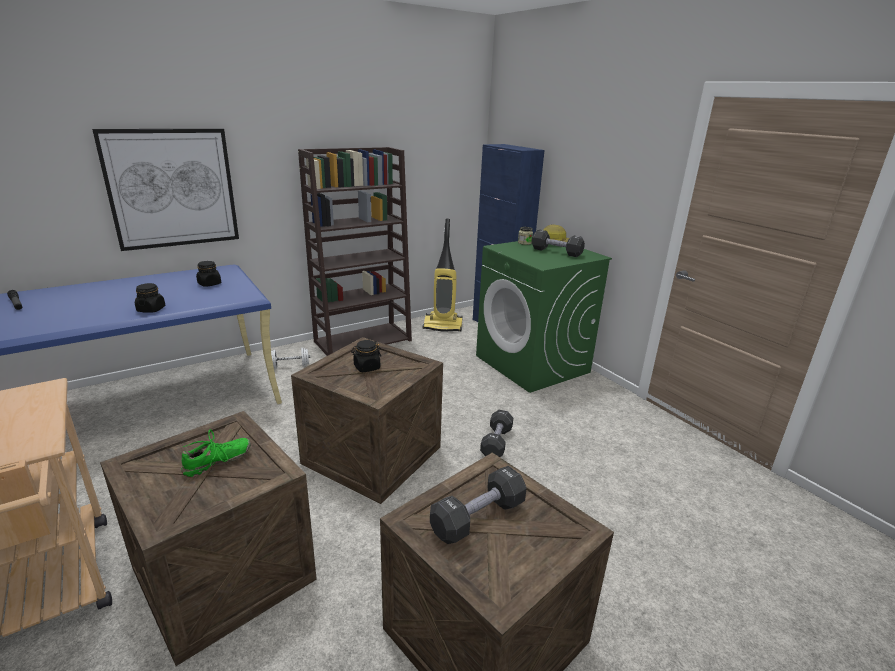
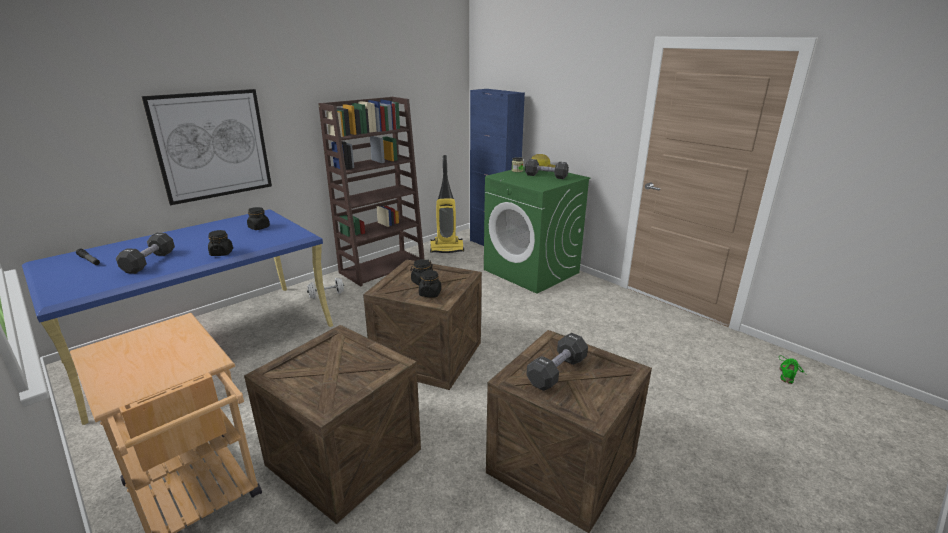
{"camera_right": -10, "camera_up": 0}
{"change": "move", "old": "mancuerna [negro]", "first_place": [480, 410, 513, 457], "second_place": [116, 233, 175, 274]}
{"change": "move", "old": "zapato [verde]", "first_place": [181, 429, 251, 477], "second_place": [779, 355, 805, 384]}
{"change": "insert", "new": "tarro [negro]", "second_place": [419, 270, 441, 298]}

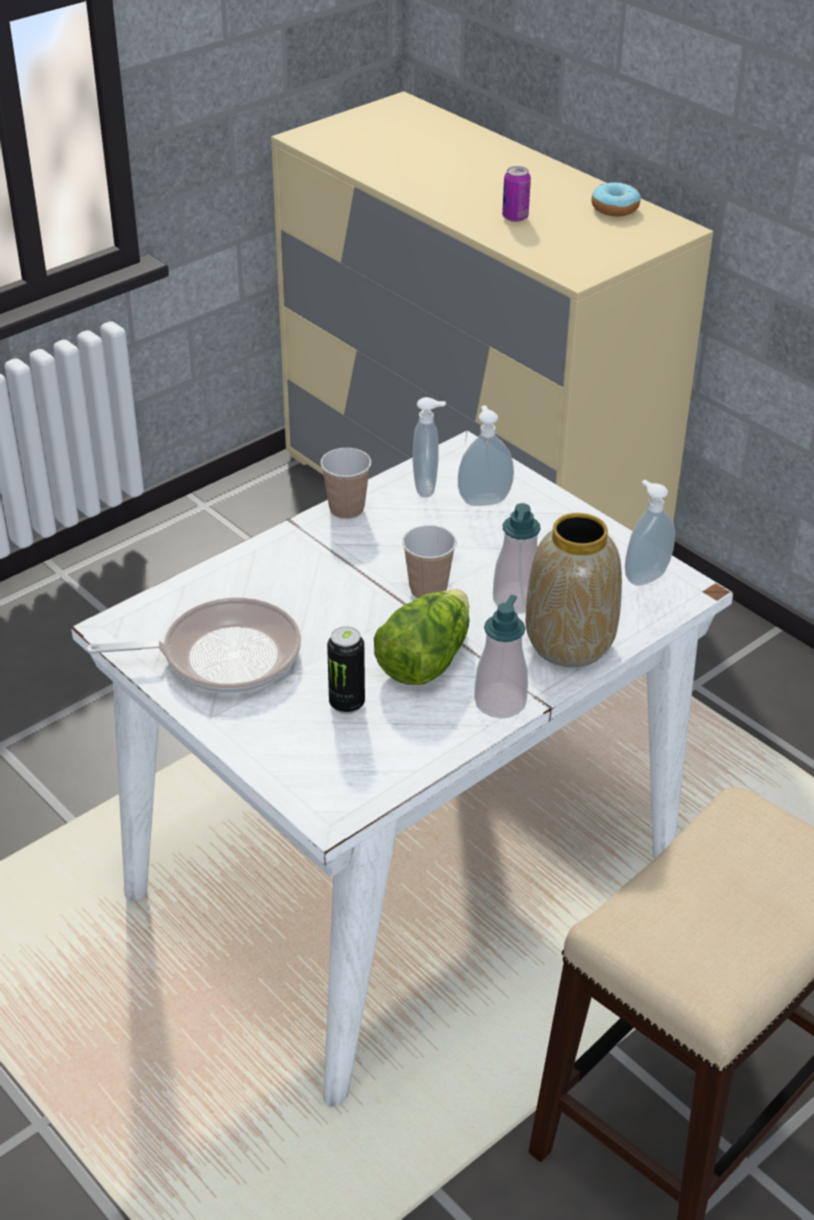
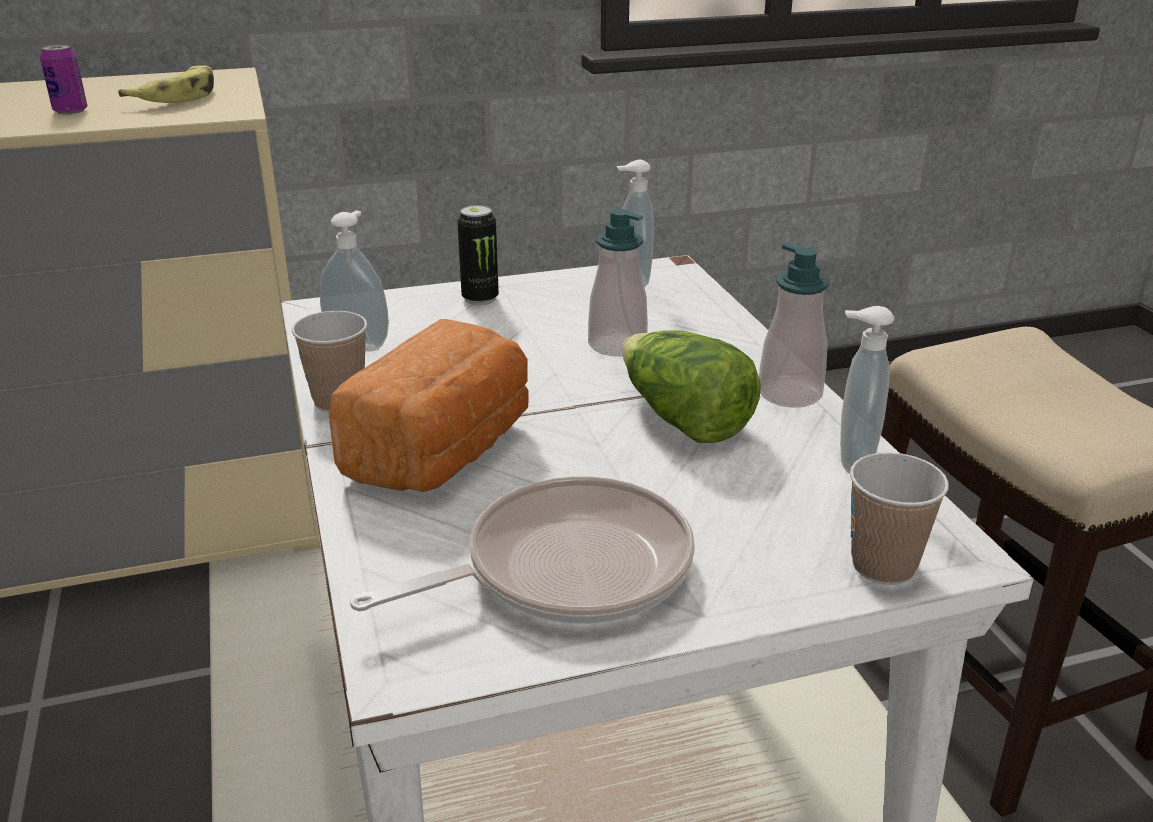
{"camera_right": -65, "camera_up": -10}
{"change": "delete", "old": "rosquilla", "first_place": [591, 182, 641, 216]}
{"change": "move", "old": "dispensador de jabón", "first_place": [458, 405, 514, 506], "second_place": [840, 306, 895, 474]}
{"change": "delete", "old": "florero", "first_place": [526, 513, 622, 667]}
{"change": "move", "old": "taza", "first_place": [402, 525, 456, 598], "second_place": [850, 452, 949, 585]}
{"change": "rotate", "old": "sartén", "first_place": [86, 598, 301, 693], "second_place": [350, 476, 695, 624], "degrees": 45}
{"change": "move", "old": "lata", "first_place": [327, 626, 365, 714], "second_place": [457, 205, 499, 305]}
{"change": "insert", "new": "plátano", "second_place": [118, 65, 214, 103]}
{"change": "insert", "new": "pan", "second_place": [329, 319, 529, 492]}

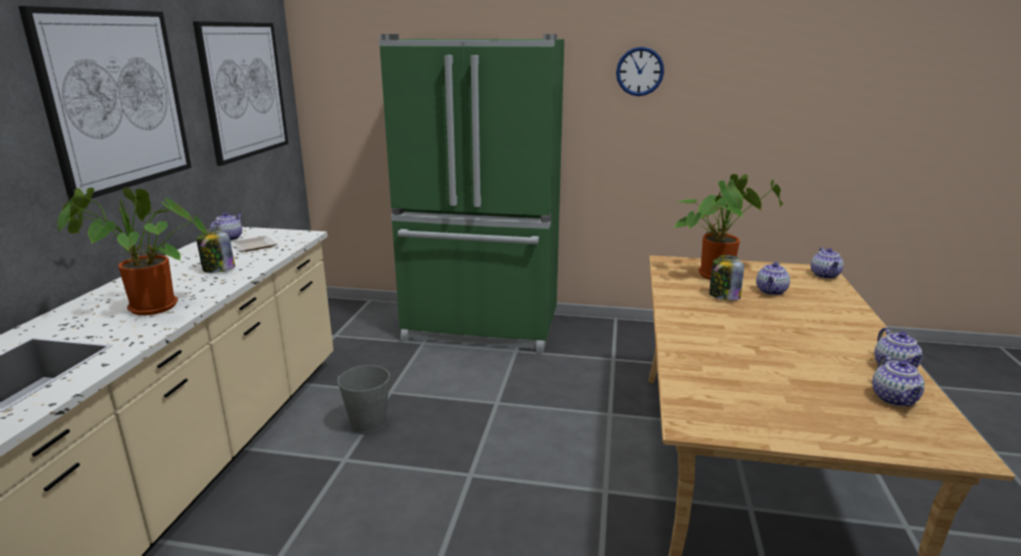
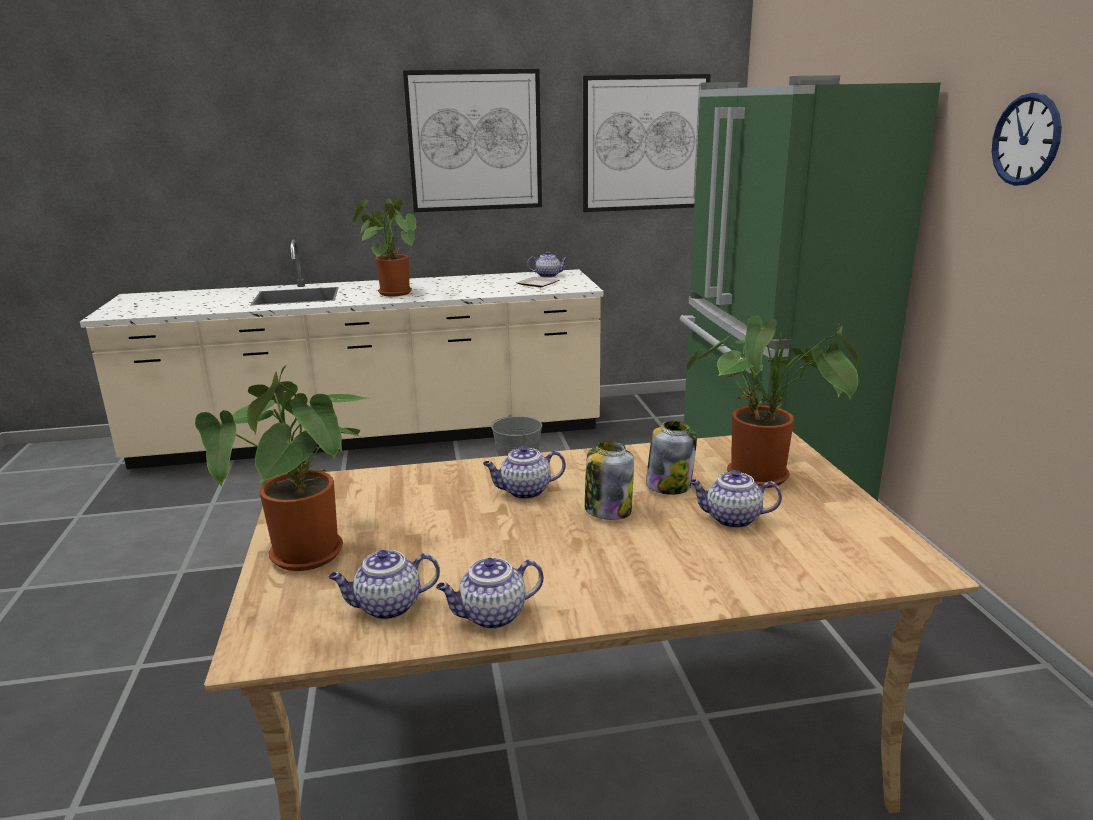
{"camera_right": 70, "camera_up": 0}
{"change": "move", "old": "tarro", "first_place": [196, 228, 235, 273], "second_place": [585, 441, 634, 520]}
{"change": "move", "old": "tetera", "first_place": [811, 247, 844, 279], "second_place": [483, 446, 566, 499]}
{"change": "insert", "new": "planta en maceta", "second_place": [195, 365, 367, 571]}

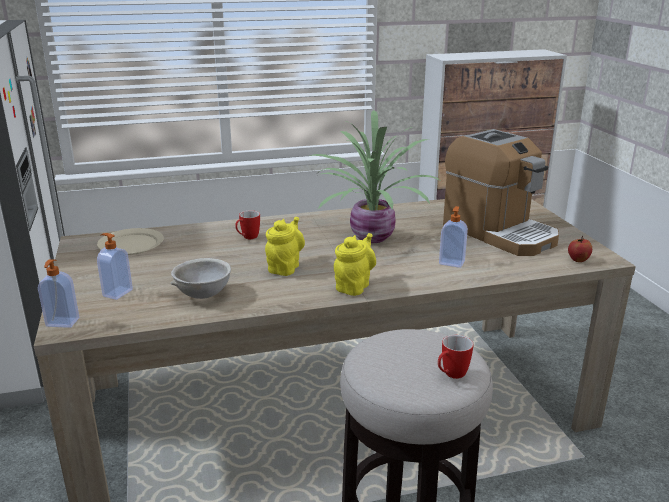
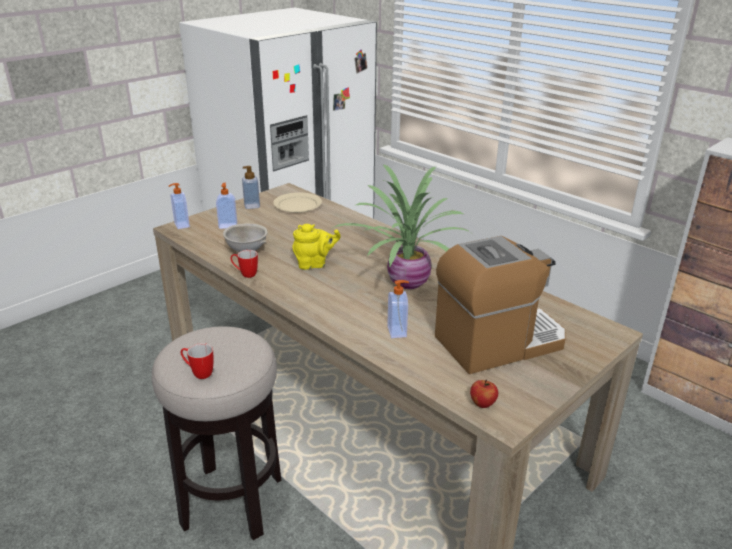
{"camera_right": 60, "camera_up": 5}
{"change": "rotate", "old": "cafetera", "first_place": [443, 129, 559, 256], "second_place": [435, 236, 566, 374], "degrees": -135}
{"change": "move", "old": "taza grande", "first_place": [235, 211, 260, 239], "second_place": [230, 250, 258, 278]}
{"change": "delete", "old": "tetera [amarillo]", "first_place": [334, 233, 376, 296]}
{"change": "insert", "new": "dispensador de jabón", "second_place": [242, 166, 260, 209]}

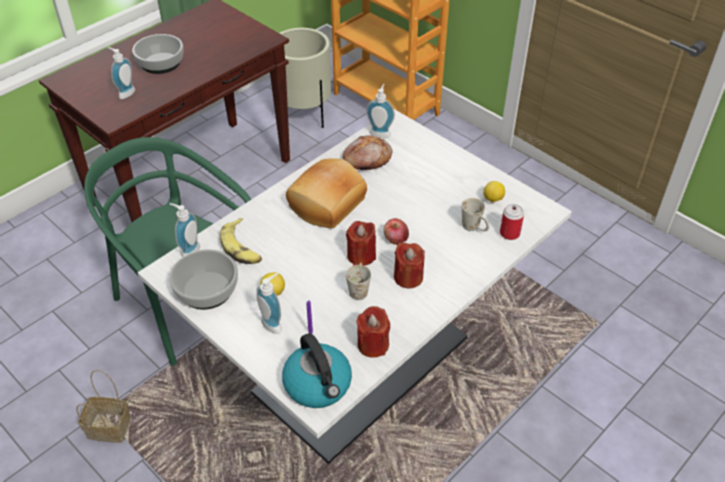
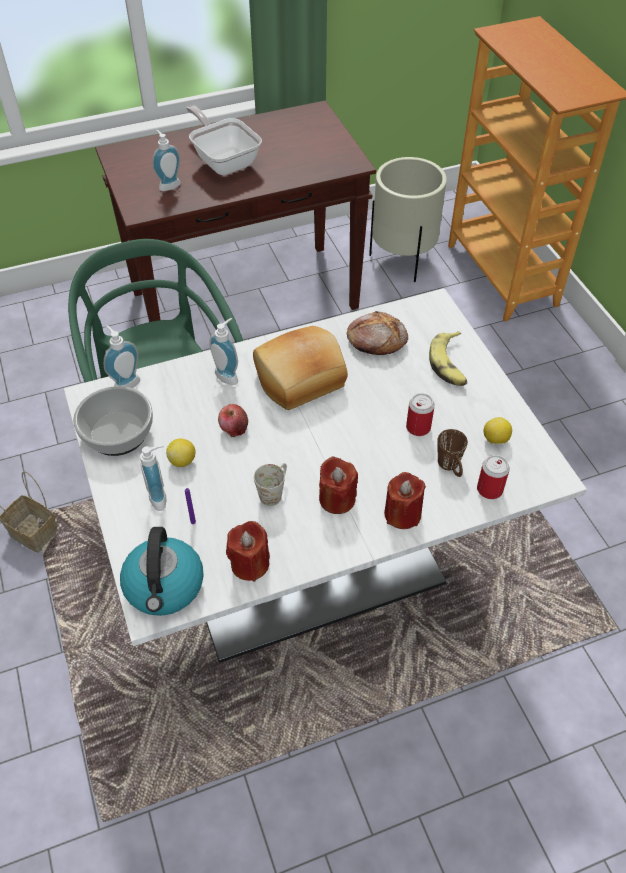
{"camera_right": 25, "camera_up": 5}
{"change": "replace", "old": "cuenco", "new": "sartén", "first_place": [132, 34, 184, 74], "second_place": [186, 105, 262, 175]}
{"change": "move", "old": "dispensador de jabón", "first_place": [366, 84, 395, 138], "second_place": [209, 318, 238, 385]}
{"change": "recolor", "old": "taza grande [blanco]", "new": "taza grande [marrón]", "first_place": [461, 198, 489, 231], "second_place": [437, 429, 468, 477]}
{"change": "move", "old": "plátano", "first_place": [220, 218, 262, 264], "second_place": [429, 331, 467, 386]}
{"change": "move", "old": "manzana", "first_place": [384, 218, 409, 245], "second_place": [218, 404, 248, 437]}
{"change": "move", "old": "vela [rojo]", "first_place": [346, 221, 376, 266], "second_place": [384, 472, 426, 529]}
{"change": "insert", "new": "lata", "second_place": [406, 393, 435, 436]}

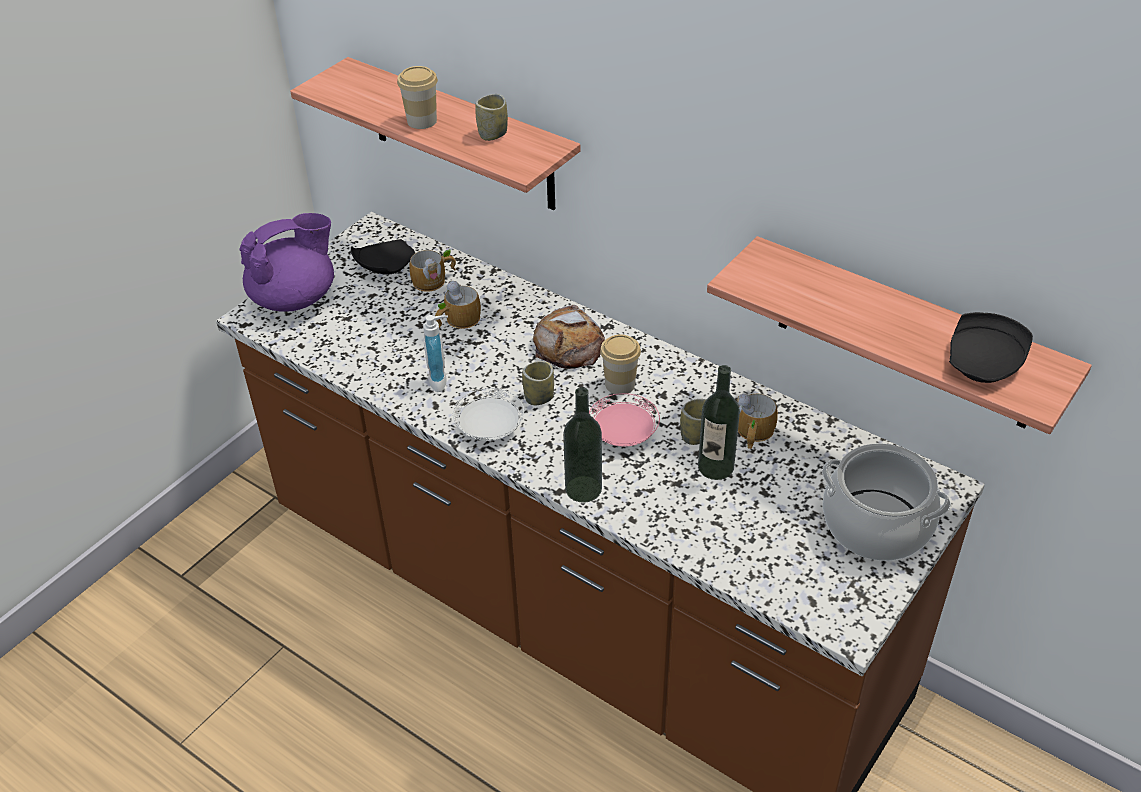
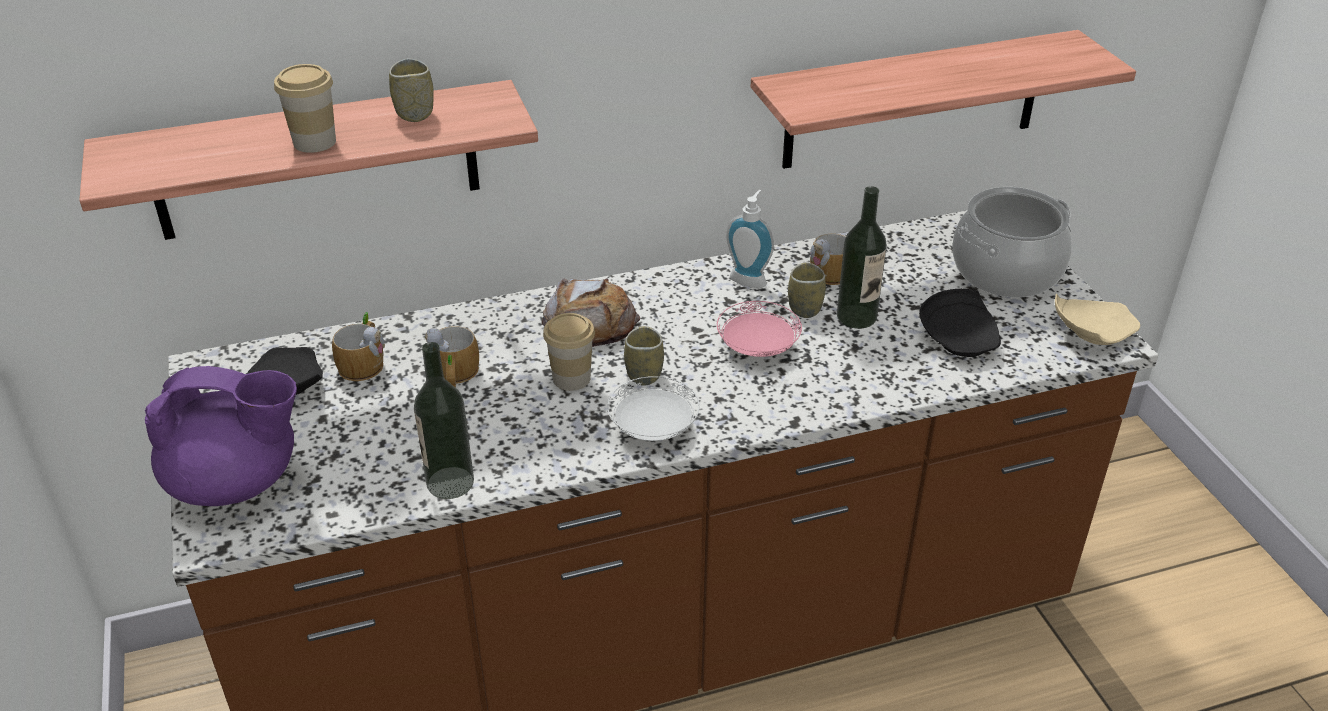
{"camera_right": -55, "camera_up": -5}
{"change": "rotate", "old": "tetera [morado]", "first_place": [239, 213, 334, 312], "second_place": [145, 366, 297, 506], "degrees": 90}
{"change": "move", "old": "plato [negro]", "first_place": [949, 312, 1033, 383], "second_place": [919, 289, 1001, 357]}
{"change": "move", "old": "dispensador de jabón", "first_place": [423, 315, 448, 392], "second_place": [726, 190, 774, 288]}
{"change": "move", "old": "taza", "first_place": [600, 334, 641, 395], "second_place": [543, 313, 595, 391]}
{"change": "move", "old": "botella", "first_place": [563, 387, 602, 503], "second_place": [414, 342, 474, 499]}
{"change": "insert", "new": "plato [beis]", "second_place": [1055, 294, 1140, 345]}

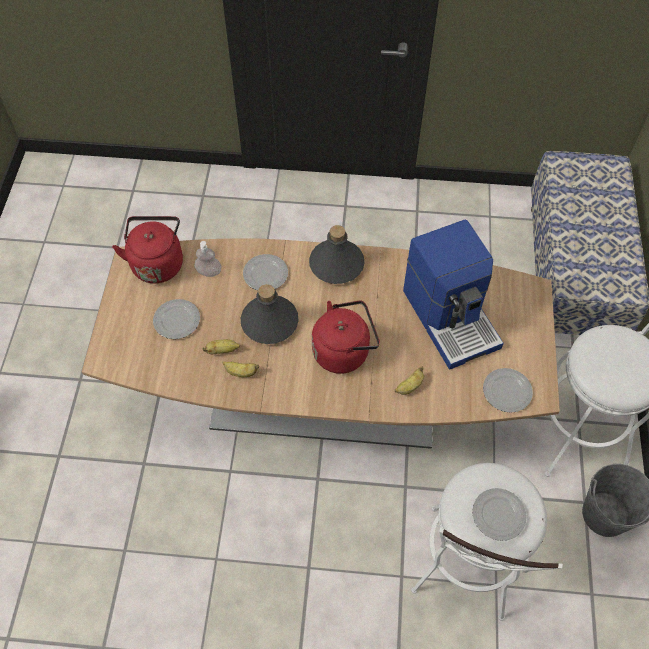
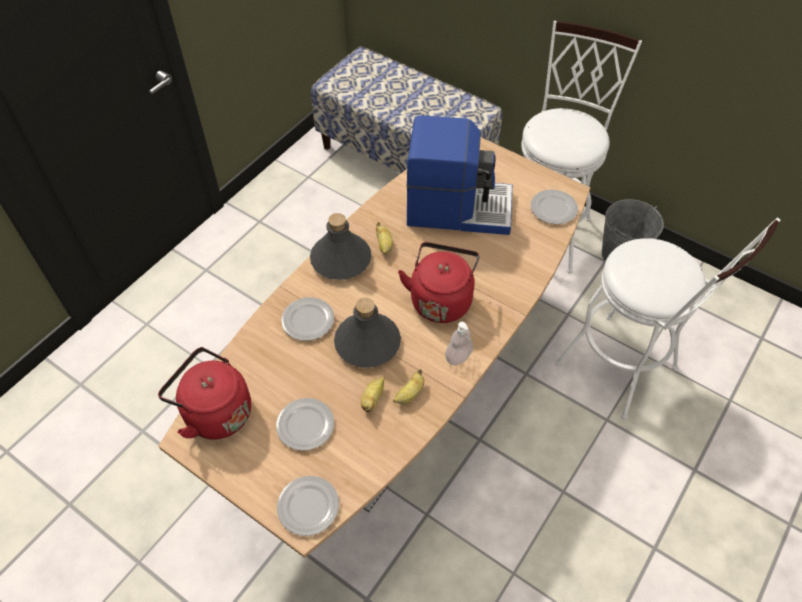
{"camera_right": -60, "camera_up": -5}
{"change": "move", "old": "dispensador de jabón", "first_place": [194, 241, 222, 277], "second_place": [445, 322, 473, 365]}
{"change": "move", "old": "plátano", "first_place": [395, 367, 424, 395], "second_place": [376, 222, 393, 255]}
{"change": "move", "old": "plato", "first_place": [472, 488, 527, 541], "second_place": [277, 476, 339, 536]}

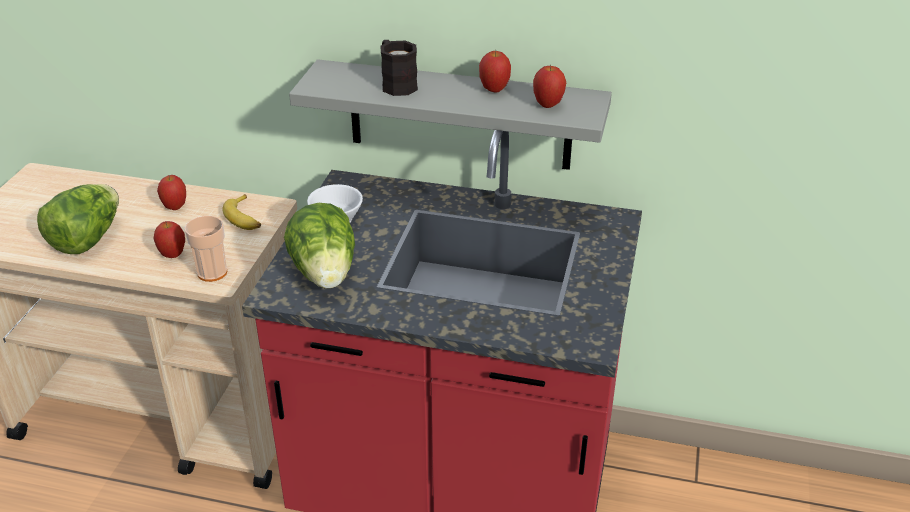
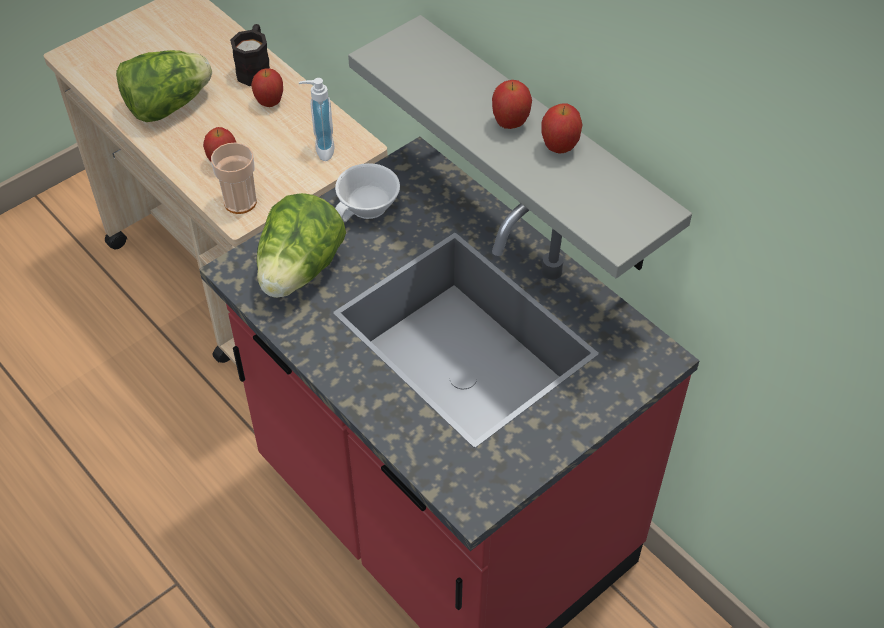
{"camera_right": 35, "camera_up": 15}
{"change": "move", "old": "taza grande [negro]", "first_place": [380, 40, 418, 96], "second_place": [230, 24, 270, 86]}
{"change": "move", "old": "manzana", "first_place": [533, 65, 566, 108], "second_place": [492, 80, 532, 129]}
{"change": "replace", "old": "plátano", "new": "dispensador de jabón", "first_place": [222, 194, 261, 230], "second_place": [299, 78, 335, 161]}

